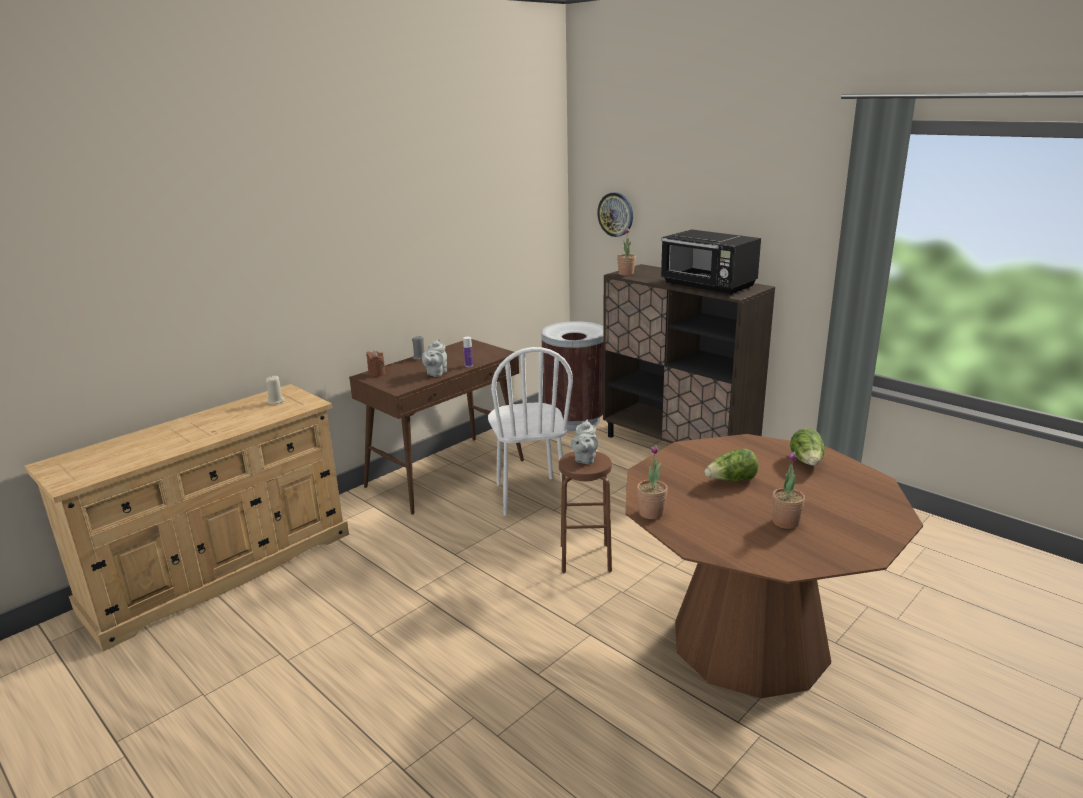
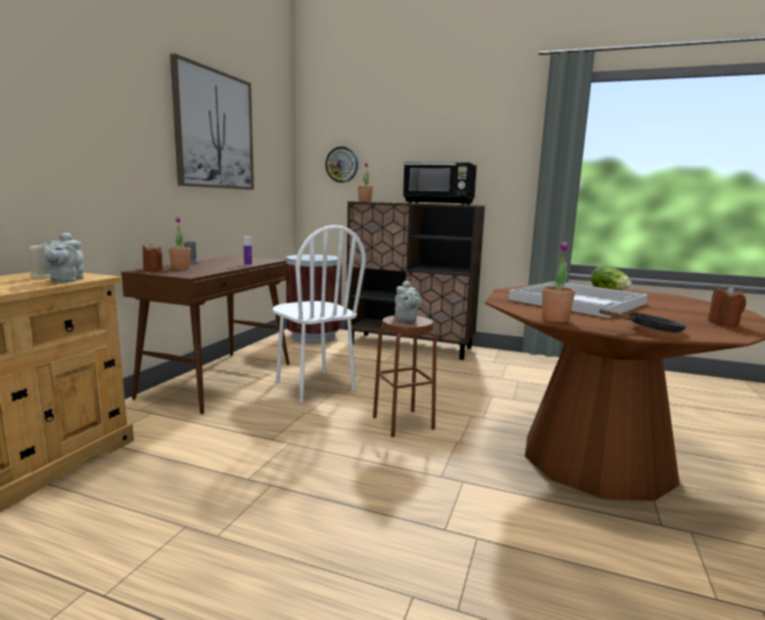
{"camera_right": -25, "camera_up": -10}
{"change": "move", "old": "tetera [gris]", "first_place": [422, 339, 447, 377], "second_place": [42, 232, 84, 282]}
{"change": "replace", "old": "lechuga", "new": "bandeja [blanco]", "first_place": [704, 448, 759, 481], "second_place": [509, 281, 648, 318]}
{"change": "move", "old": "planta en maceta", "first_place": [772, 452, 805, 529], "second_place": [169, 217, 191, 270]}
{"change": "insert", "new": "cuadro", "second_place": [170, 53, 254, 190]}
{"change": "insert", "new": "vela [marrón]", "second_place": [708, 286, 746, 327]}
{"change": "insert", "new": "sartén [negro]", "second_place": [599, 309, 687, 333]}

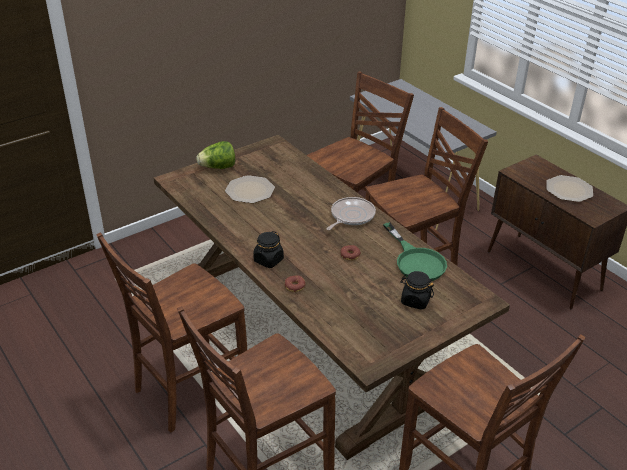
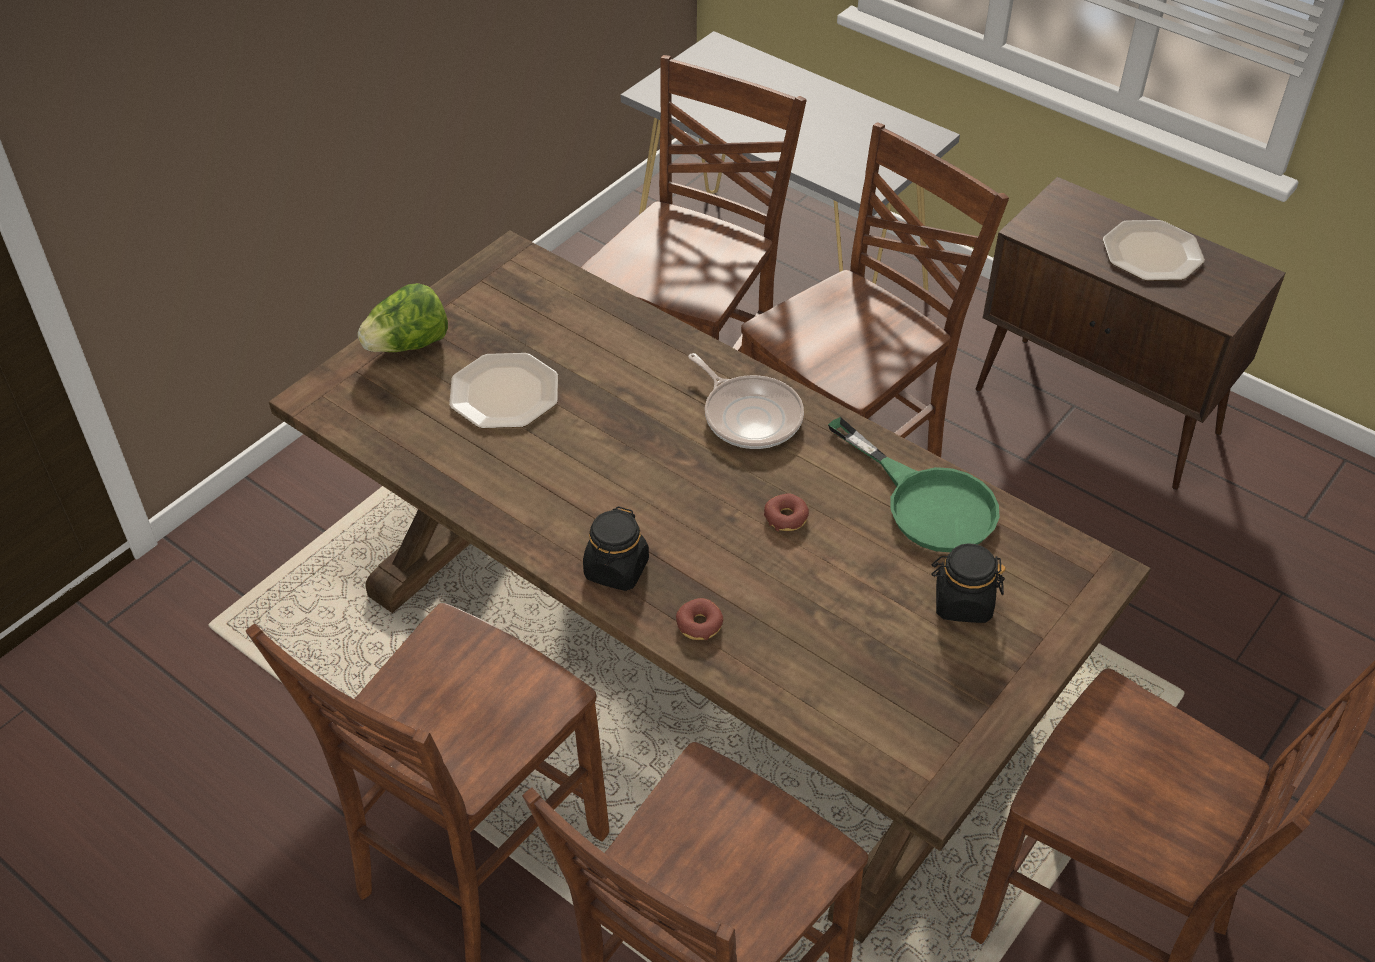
{"camera_right": -15, "camera_up": 10}
{"change": "rotate", "old": "sartén", "first_place": [327, 197, 376, 230], "second_place": [688, 353, 804, 449], "degrees": 120}

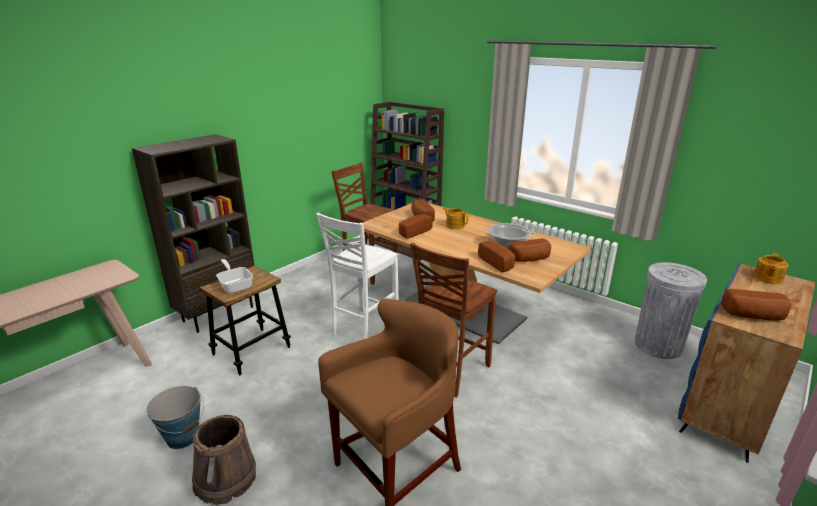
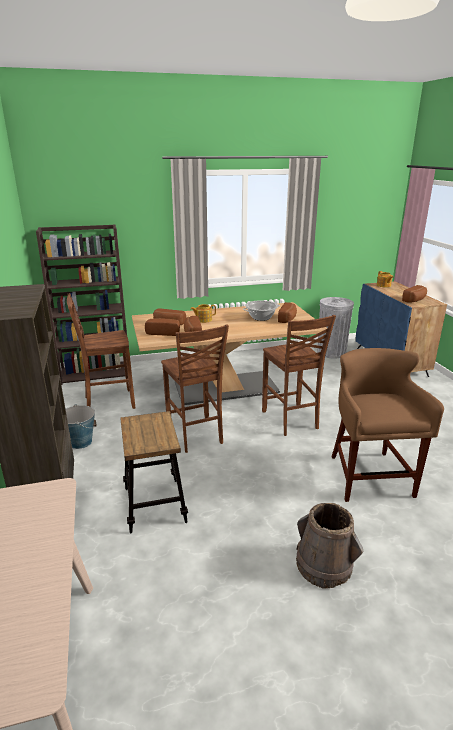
{"camera_right": -55, "camera_up": 0}
{"change": "recolor", "old": "silla [blanco]", "new": "silla [marrón]", "first_place": [316, 213, 399, 339], "second_place": [161, 324, 229, 453]}
{"change": "move", "old": "pan", "first_place": [478, 241, 515, 272], "second_place": [145, 318, 180, 336]}
{"change": "delete", "old": "sartén", "first_place": [216, 259, 253, 294]}
{"change": "move", "old": "cubo", "first_place": [146, 386, 204, 449], "second_place": [66, 404, 97, 449]}

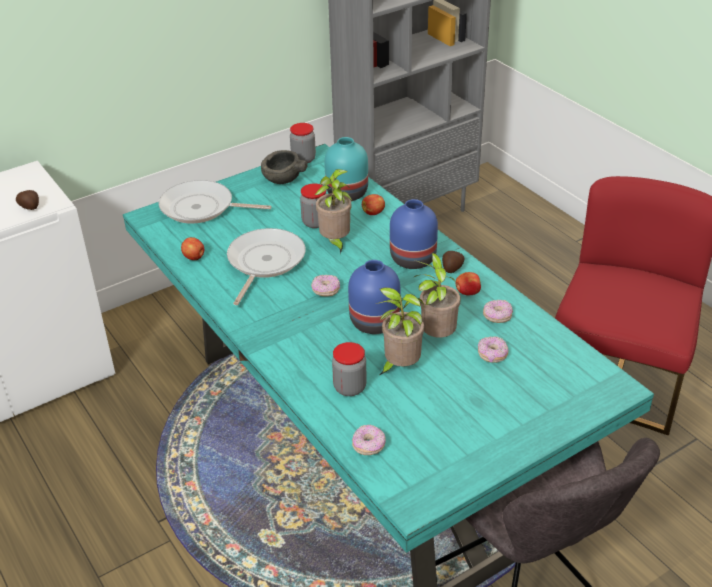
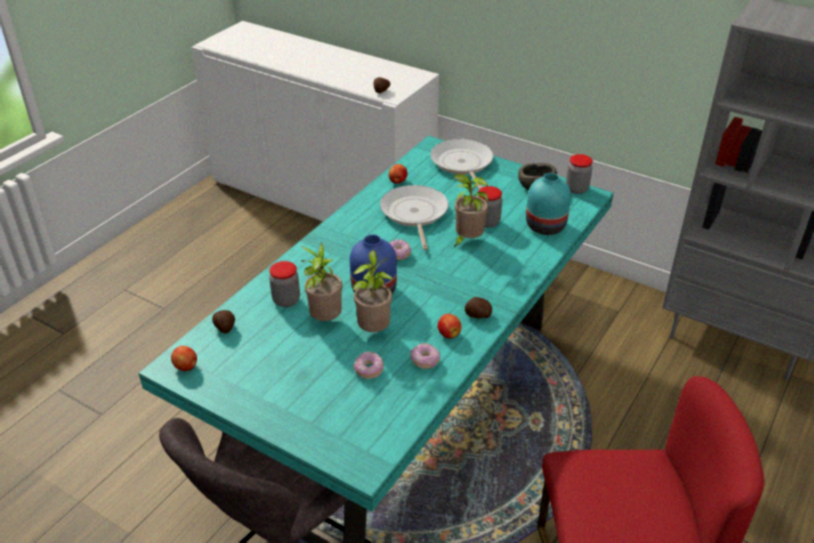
{"camera_right": 65, "camera_up": 0}
{"change": "move", "old": "manzana", "first_place": [362, 194, 385, 215], "second_place": [171, 346, 197, 371]}
{"change": "delete", "old": "florero [azul]", "first_place": [390, 199, 438, 269]}
{"change": "rotate", "old": "sartén", "first_place": [227, 228, 306, 305], "second_place": [380, 185, 449, 250], "degrees": -90}
{"change": "replace", "old": "rosquilla", "new": "patata", "first_place": [352, 425, 386, 455], "second_place": [212, 310, 235, 334]}

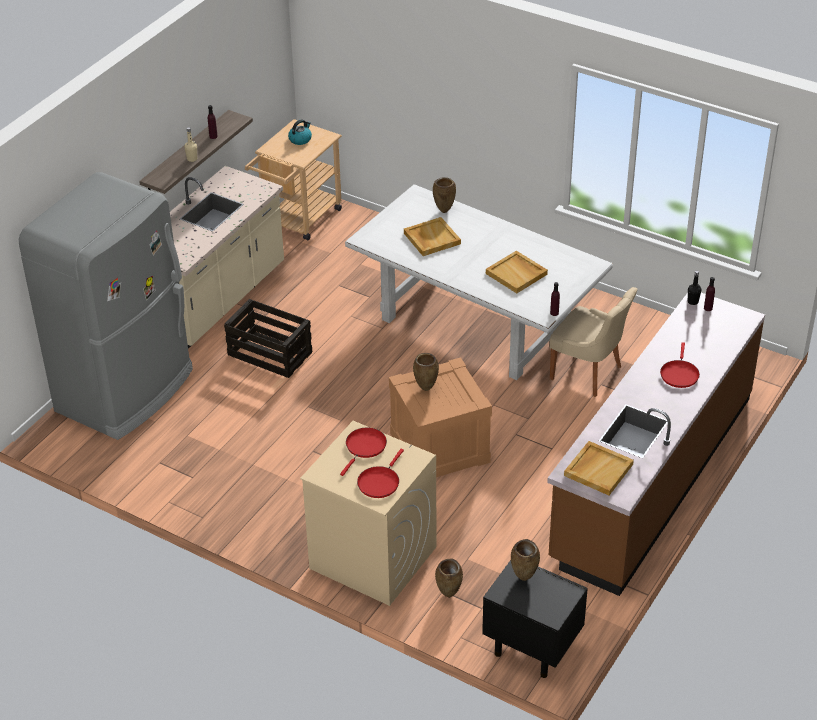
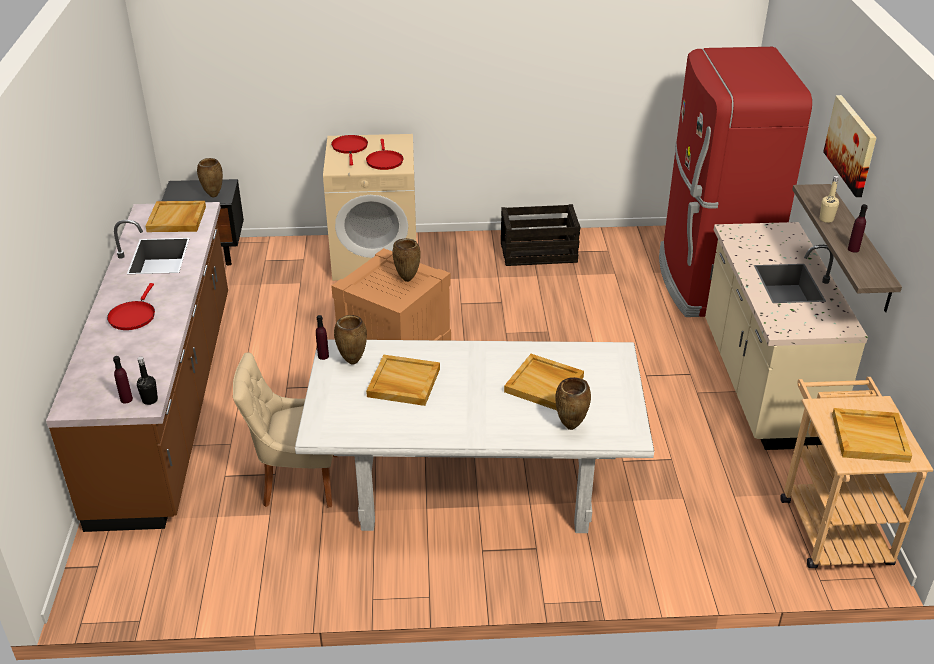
{"camera_right": 145, "camera_up": -5}
{"change": "replace", "old": "hervidor", "new": "bandeja [beis]", "first_place": [288, 120, 312, 145], "second_place": [832, 408, 912, 463]}
{"change": "recolor", "old": "nevera [gris]", "new": "nevera [rojo]", "first_place": [19, 172, 193, 440], "second_place": [659, 47, 812, 317]}
{"change": "move", "old": "caja de embalaje", "first_place": [224, 299, 312, 378], "second_place": [501, 204, 580, 266]}
{"change": "rotate", "old": "sartén [rojo]", "first_place": [660, 342, 700, 388], "second_place": [107, 283, 155, 330], "degrees": -150}
{"change": "move", "old": "florero [marrón]", "first_place": [435, 559, 463, 598], "second_place": [334, 315, 367, 364]}
{"change": "insert", "new": "cuadro", "second_place": [823, 95, 877, 197]}

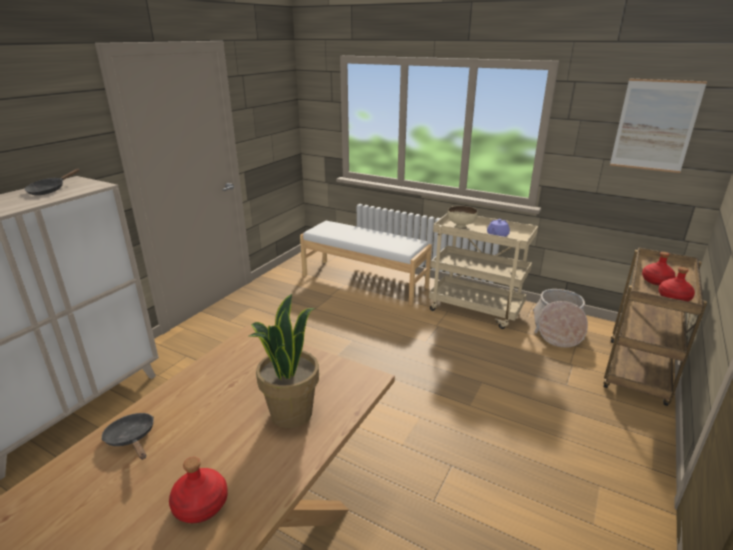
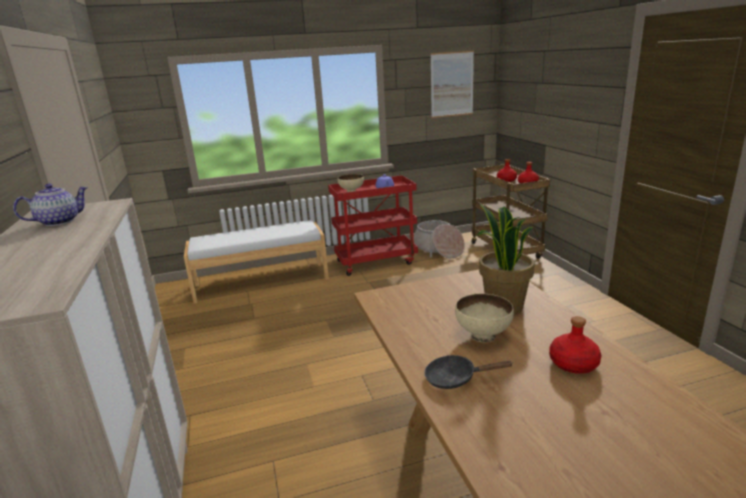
{"camera_right": -45, "camera_up": -5}
{"change": "replace", "old": "sartén [negro]", "new": "tetera", "first_place": [25, 169, 80, 195], "second_place": [13, 184, 88, 226]}
{"change": "recolor", "old": "carrito [beis]", "new": "carrito [rojo]", "first_place": [429, 213, 538, 329], "second_place": [328, 175, 418, 276]}
{"change": "insert", "new": "cuenco [beis]", "second_place": [455, 293, 514, 342]}

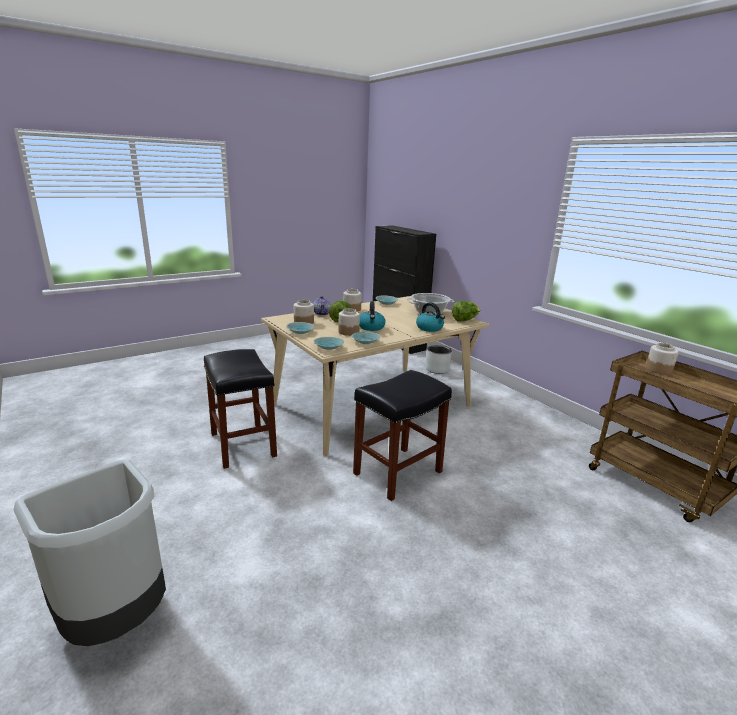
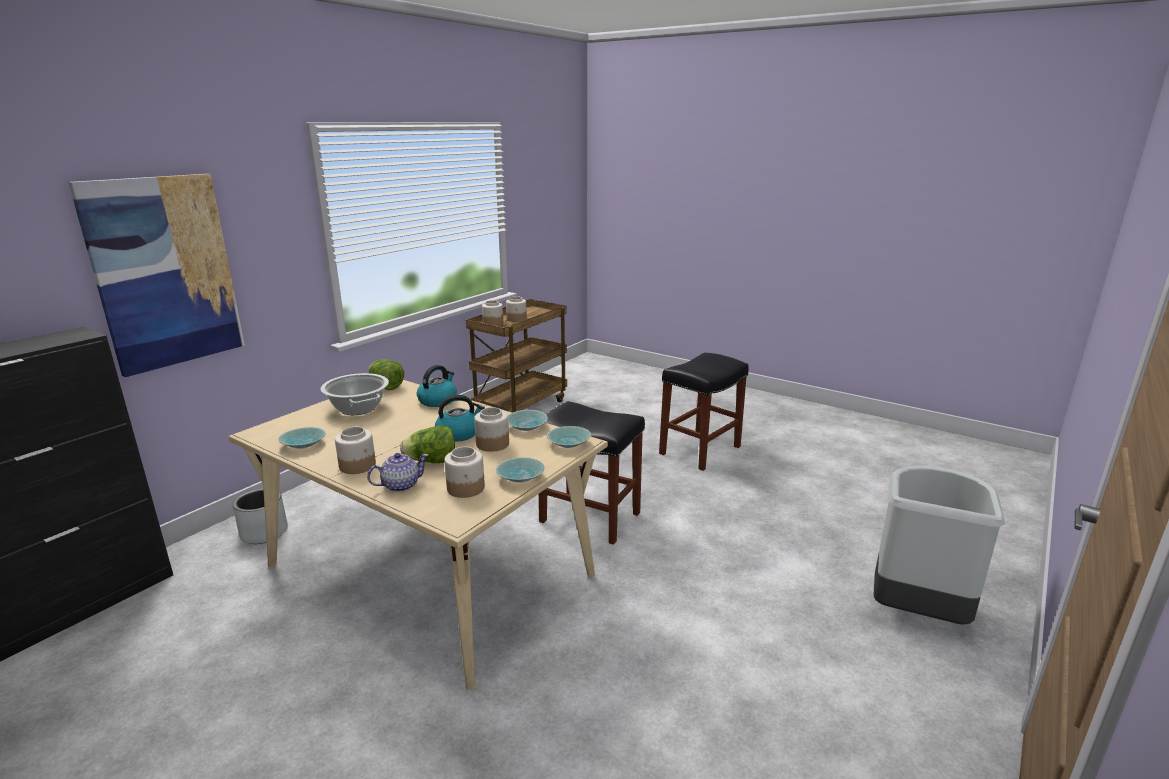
{"camera_right": -110, "camera_up": 0}
{"change": "move", "old": "taburete [negro]", "first_place": [204, 349, 277, 469], "second_place": [659, 353, 749, 471]}
{"change": "insert", "new": "cuadro", "second_place": [68, 174, 245, 377]}
{"change": "insert", "new": "tarro", "second_place": [506, 296, 527, 322]}

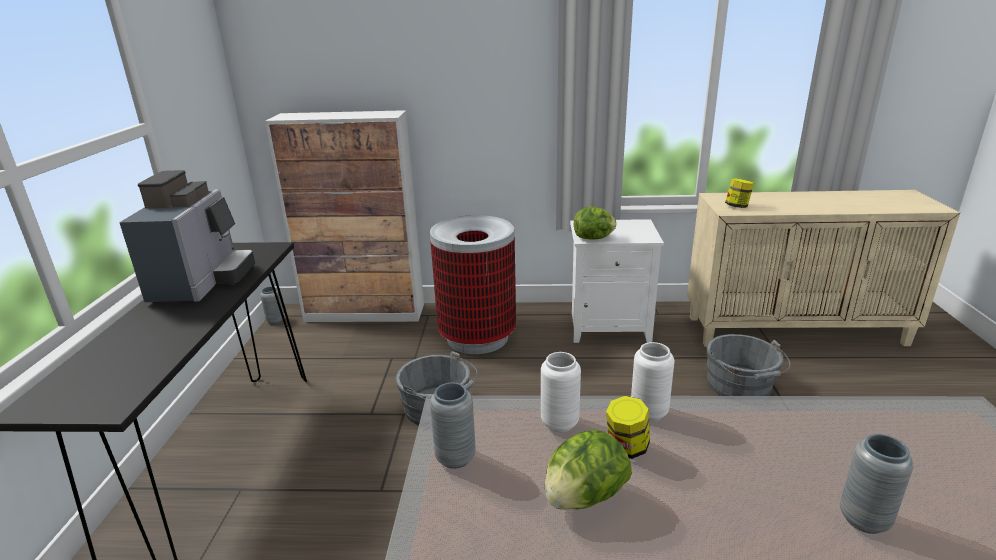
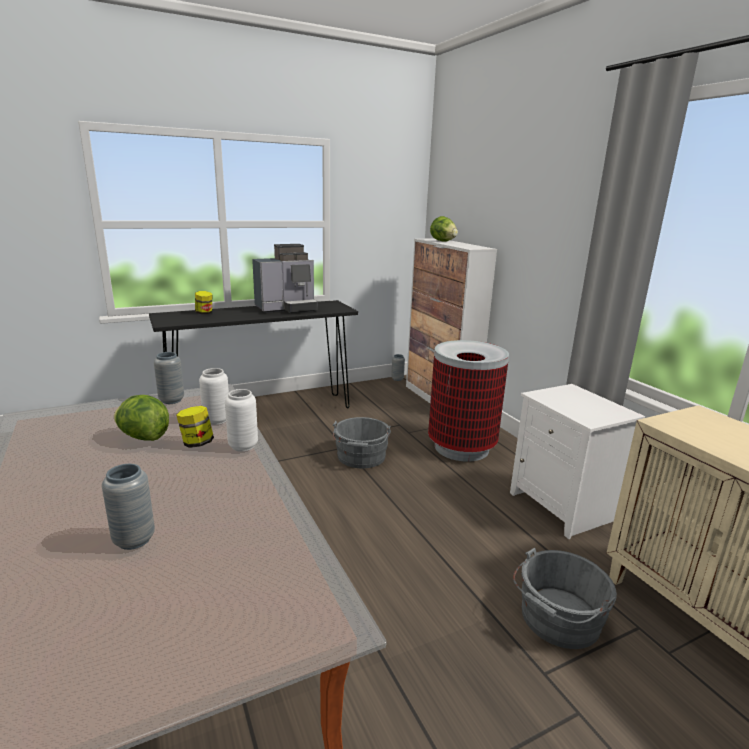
{"camera_right": 60, "camera_up": -5}
{"change": "move", "old": "tarro", "first_place": [725, 178, 754, 208], "second_place": [195, 291, 213, 314]}
{"change": "move", "old": "lechuga", "first_place": [574, 206, 617, 239], "second_place": [430, 216, 458, 242]}

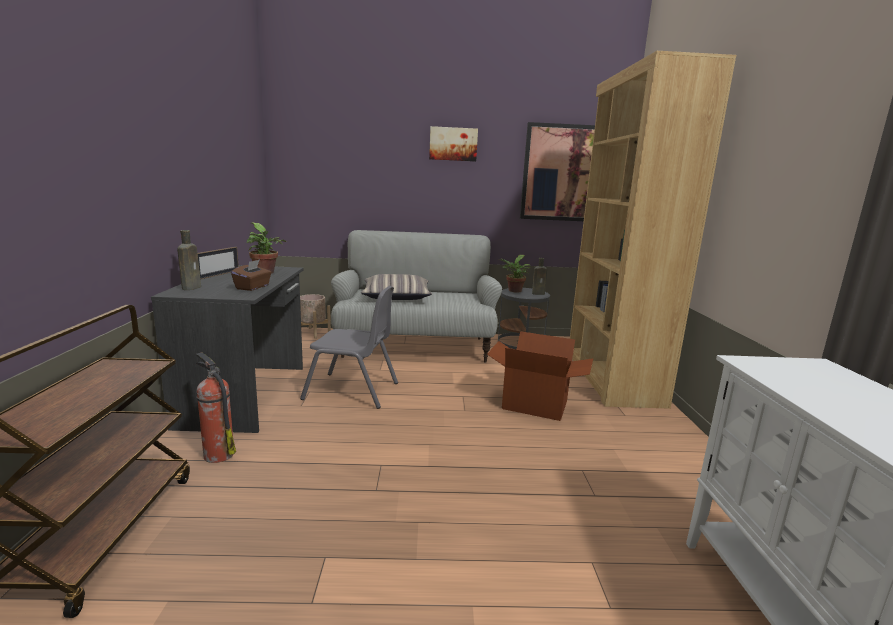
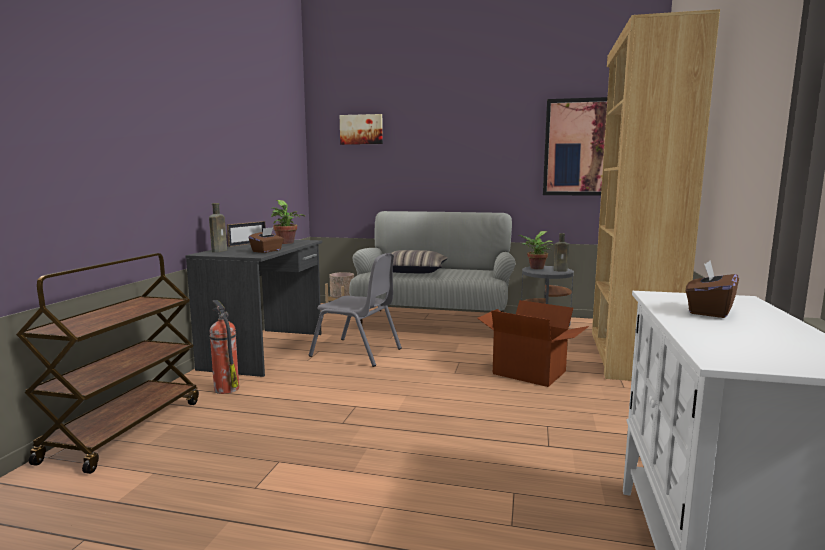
{"camera_right": 15, "camera_up": -5}
{"change": "move", "old": "cuadro", "first_place": [429, 126, 478, 162], "second_place": [340, 114, 383, 145]}
{"change": "insert", "new": "caja de pañuelos [marrón]", "second_place": [686, 260, 739, 318]}

